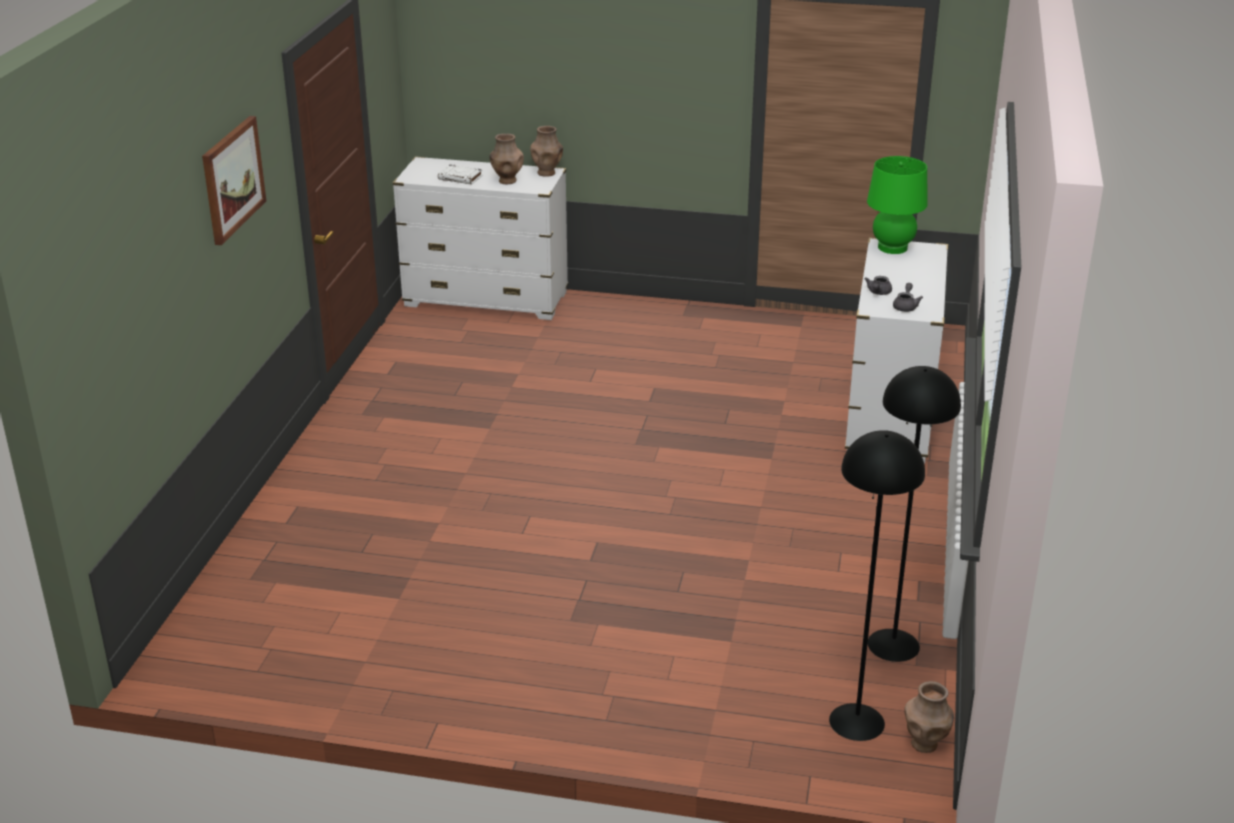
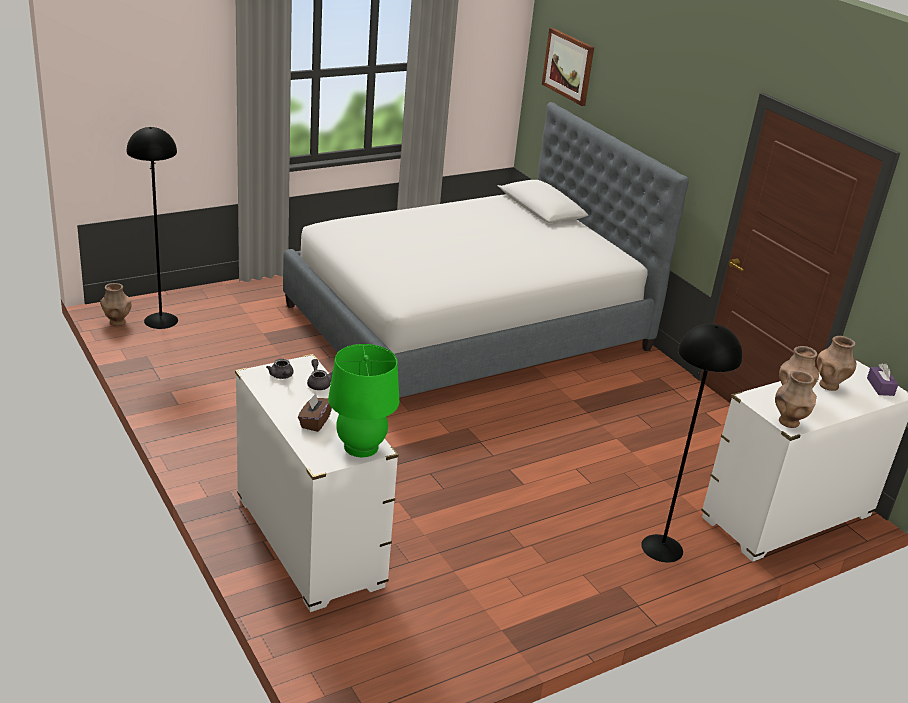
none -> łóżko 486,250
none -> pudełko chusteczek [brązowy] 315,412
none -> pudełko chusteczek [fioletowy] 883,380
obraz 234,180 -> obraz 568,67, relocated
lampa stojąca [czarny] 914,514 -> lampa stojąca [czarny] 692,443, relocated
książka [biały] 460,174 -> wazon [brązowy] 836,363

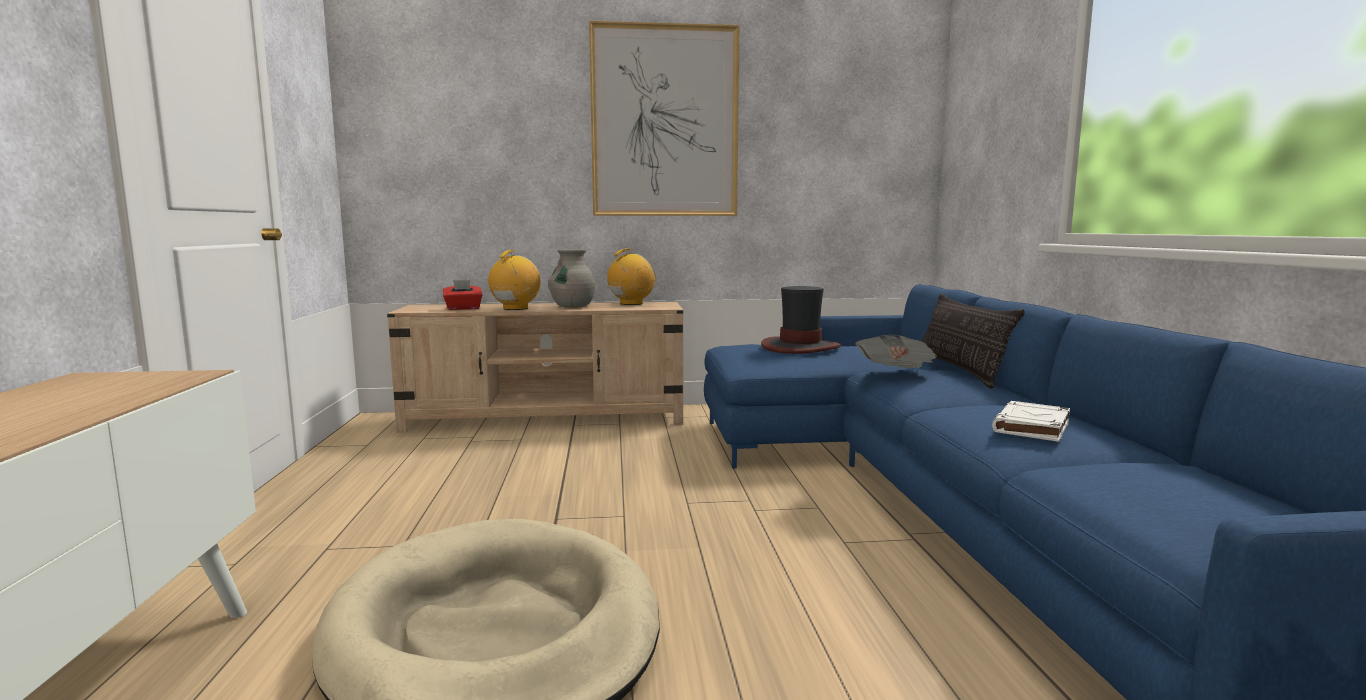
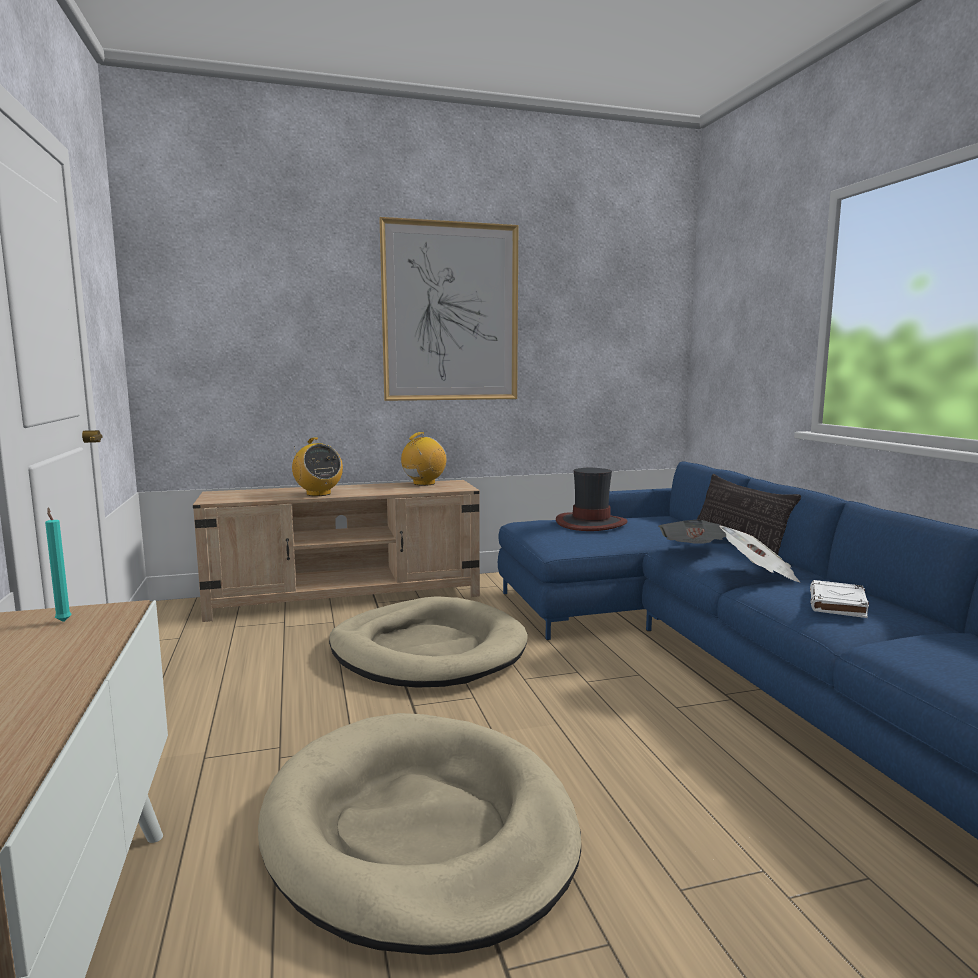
pudełko chusteczek [czerwony] 462,295 -> none
wazon [szary] 571,278 -> none
none -> świeca [turkusowy] 58,565
none -> legowisko [beżowy] 428,642
none -> gazeta 759,554
radio 514,280 -> radio 317,466, 135 degrees clockwise

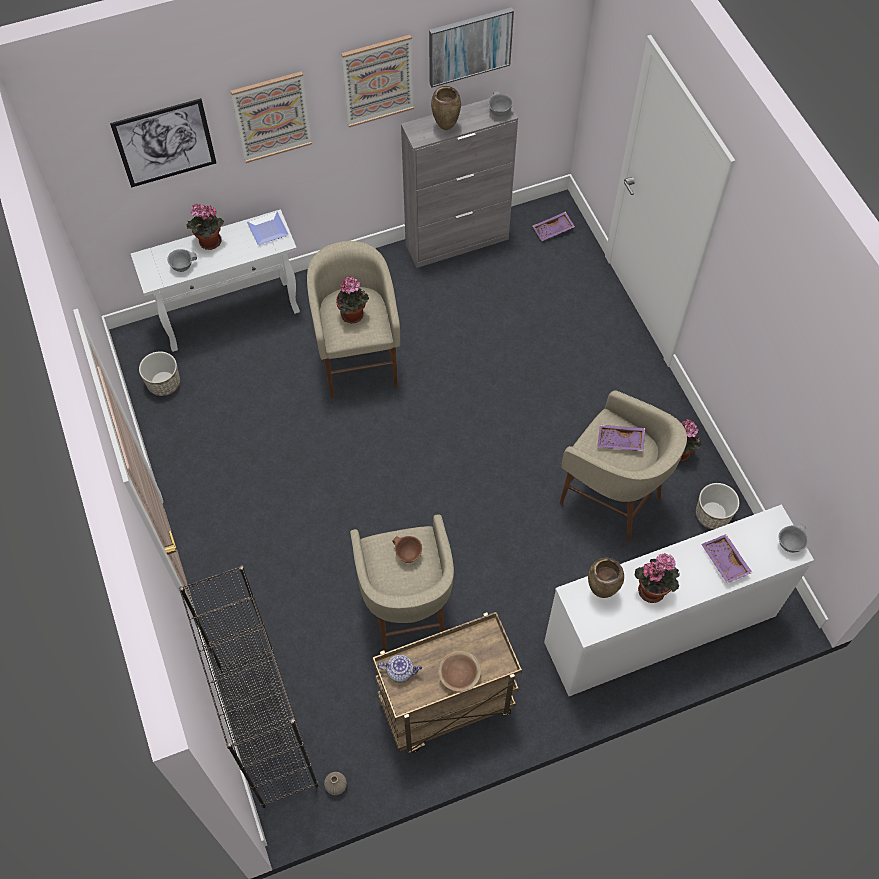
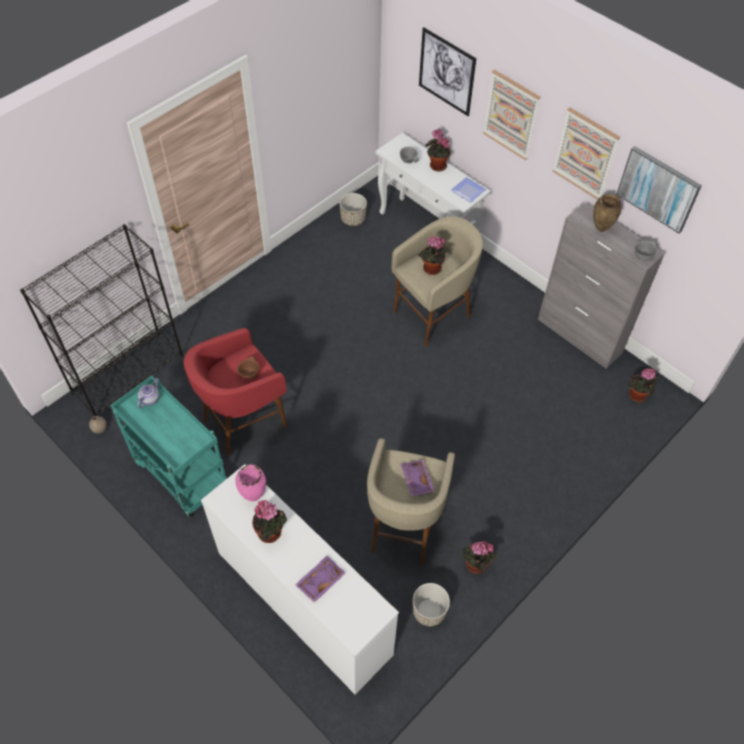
miska [brązowy] 459,671 -> none
miska [szary] 793,538 -> none
taca [fioletowy] 554,226 -> roślina doniczkowa 643,385
stołek [beżowy] 402,584 -> stołek [czerwony] 235,392
wózek [brązowy] 447,682 -> wózek [turkusowy] 168,446
wazon [brązowy] 606,578 -> wazon [różowy] 250,482
imbryk 399,669 -> imbryk 148,393, 135 degrees counterclockwise

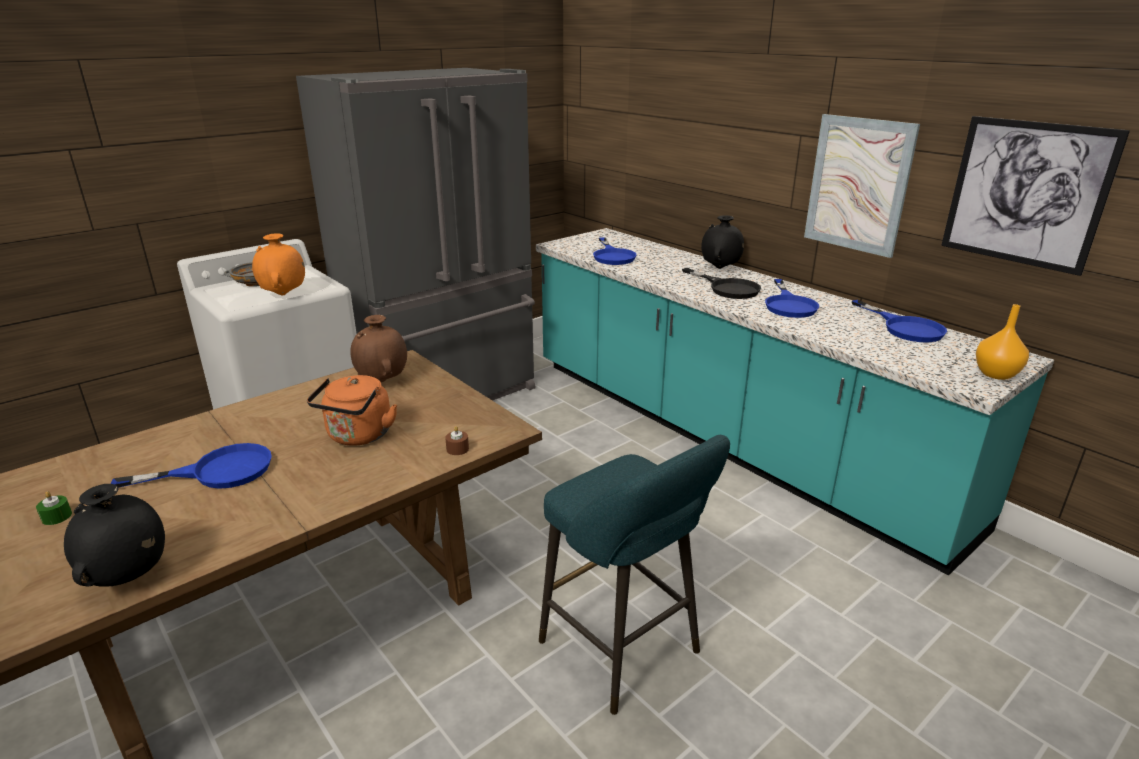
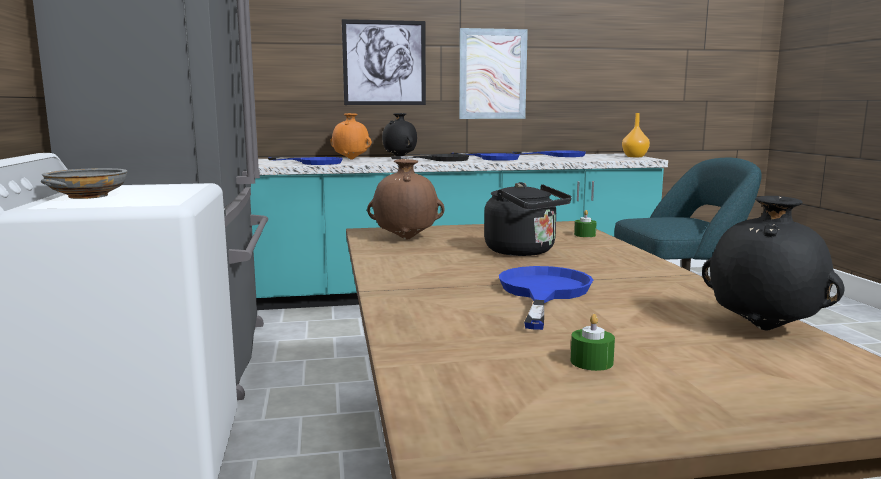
wazon [pomarańczowy] 278,264 -> wazon [pomarańczowy] 351,136, relocated
obraz 1035,196 -> obraz 384,62, relocated
czajnik [pomarańczowy] 352,410 -> czajnik [czarny] 528,219
świeca [brązowy] 457,440 -> świeca [zielony] 585,223

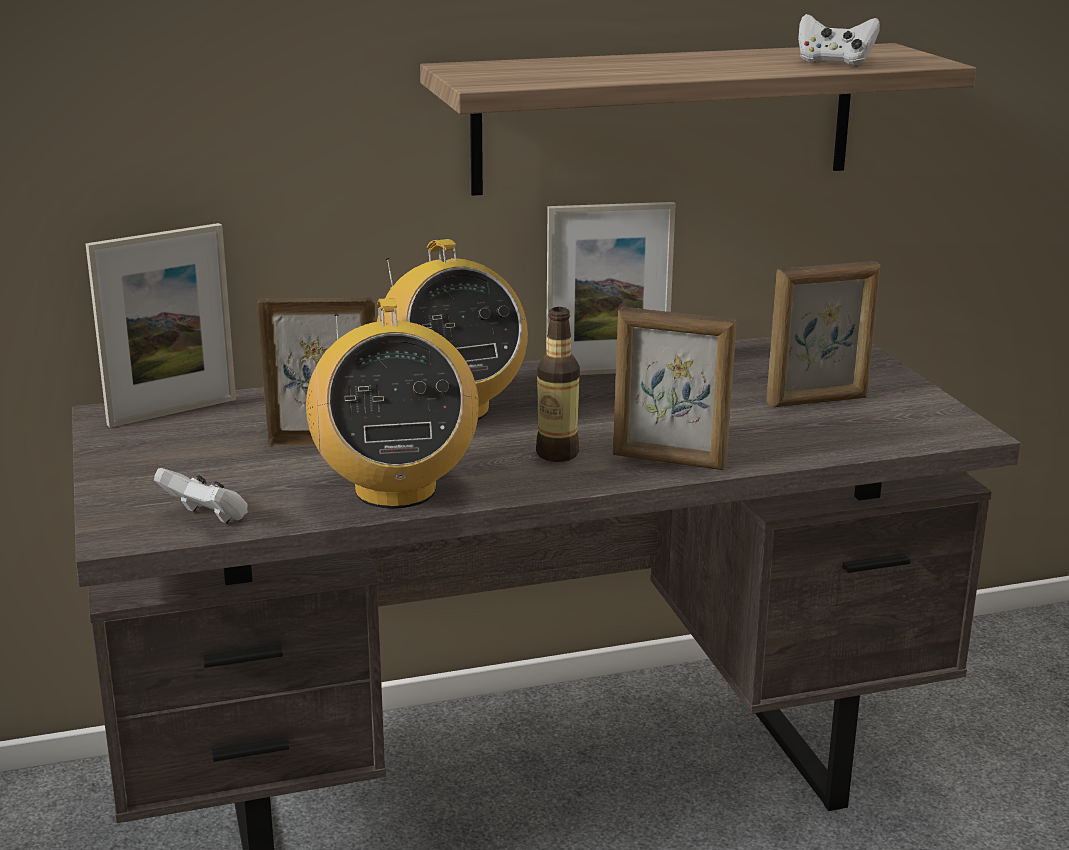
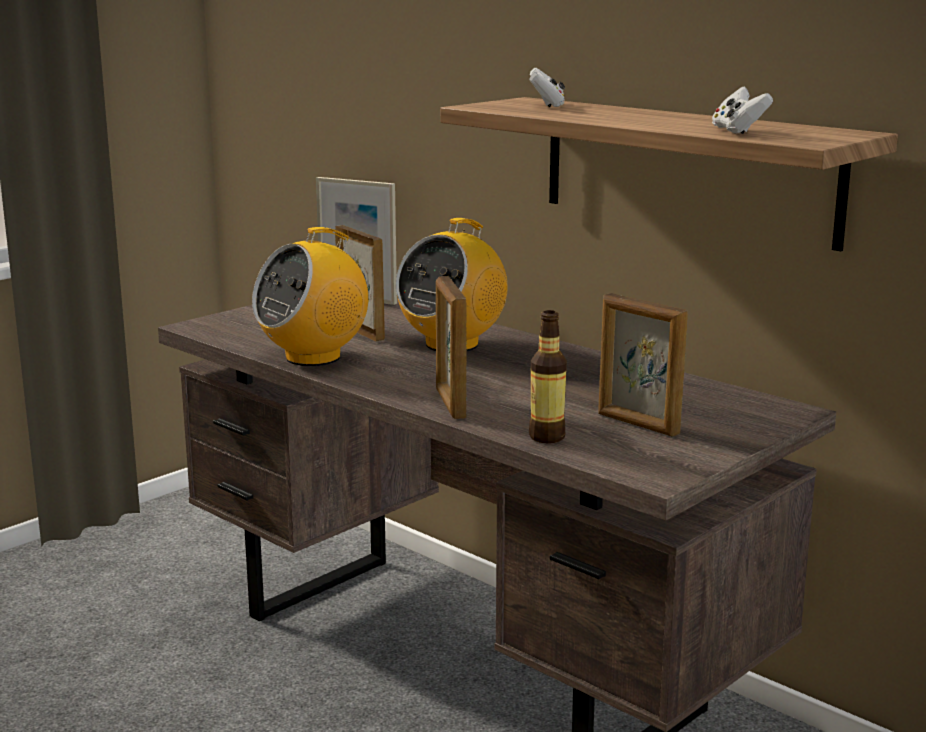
ramka na zdjęcie 610,288 -> none
pad do gier [biały] 201,495 -> pad do gier [biały] 547,88, relocated
butelka 558,384 -> butelka 548,376, relocated

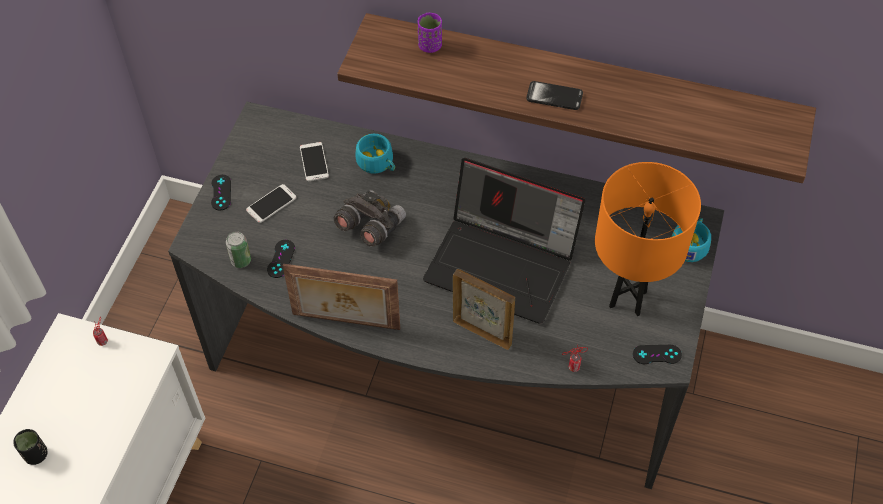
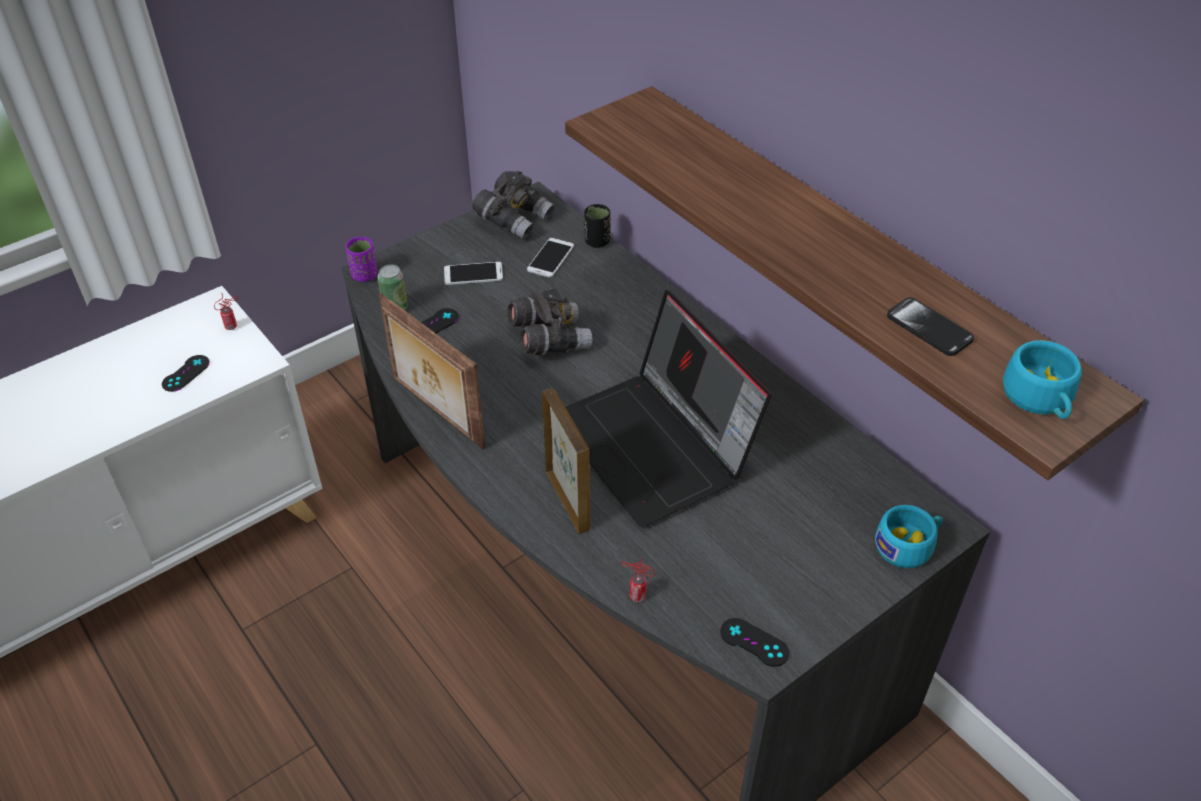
lampa stołowa [pomarańczowy] 648,239 -> none
none -> lornetka [szary] 513,205
filiżanka [czarny] 30,447 -> filiżanka [czarny] 597,226, relocated
pad do gier [czarny] 221,192 -> pad do gier [czarny] 186,373, relocated
filiżanka [turkusowy] 375,154 -> filiżanka [turkusowy] 1042,379, relocated
filiżanka [fioletowy] 430,33 -> filiżanka [fioletowy] 361,259, relocated
telefon 554,95 -> telefon 930,327, relocated

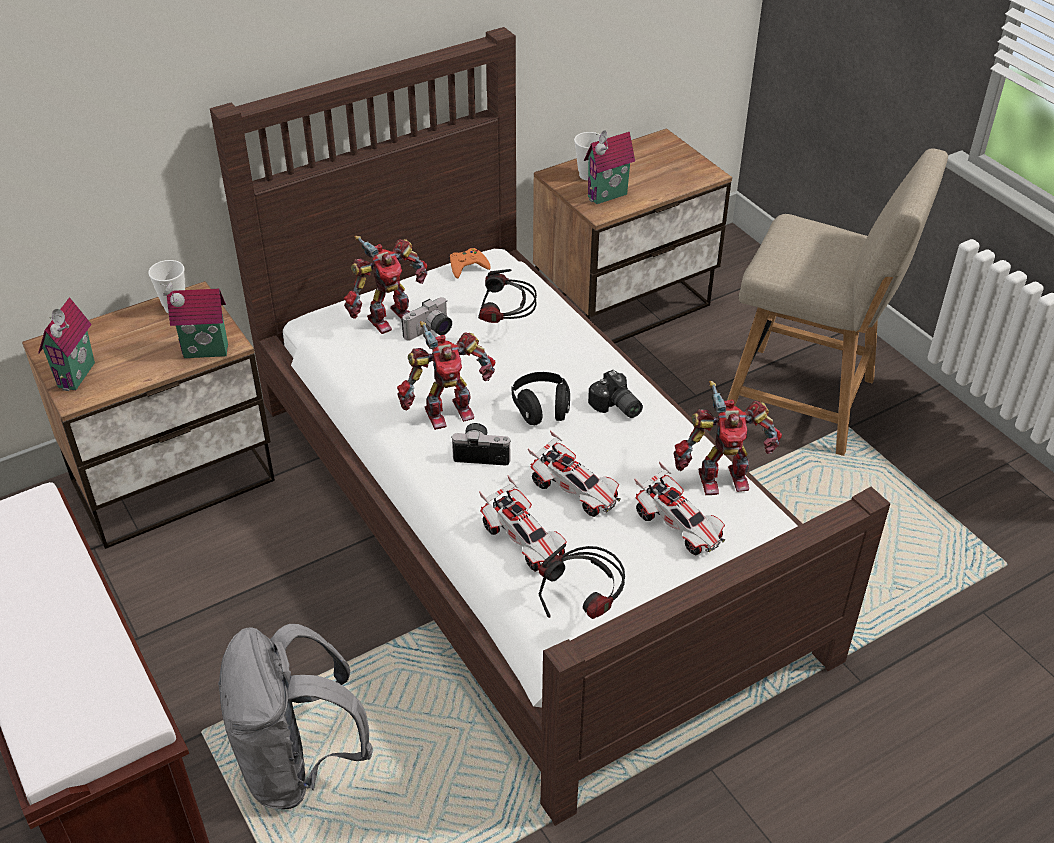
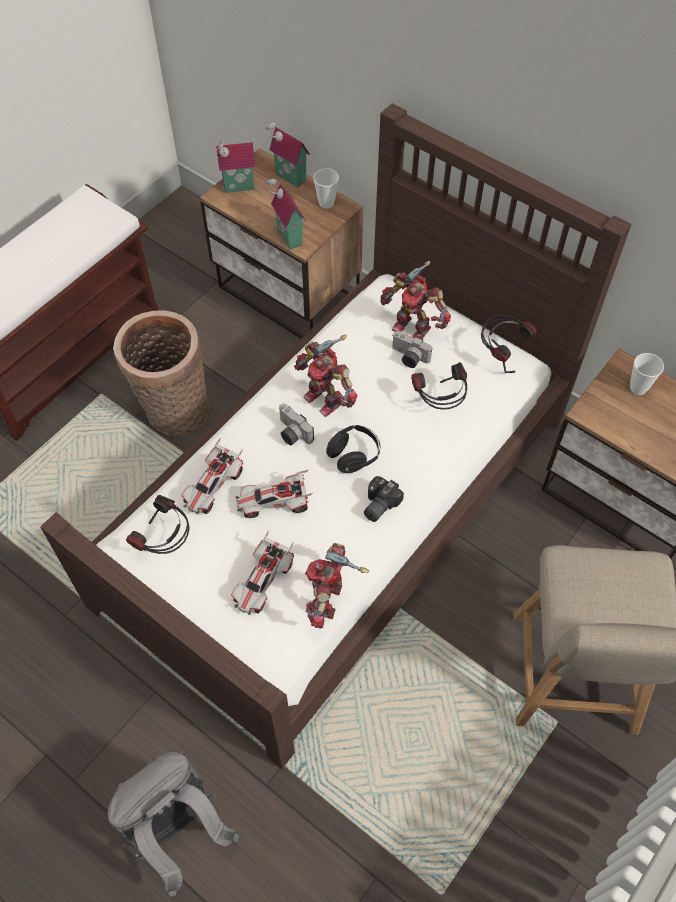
none -> koszyk 161,373
plecak [szary] 295,716 -> plecak [szary] 173,824, relocated
domek 609,167 -> domek 288,154, relocated
pad do gier [pomarańczowy] 470,263 -> słuchawki 509,344
aparat fotograficzny 481,444 -> aparat fotograficzny 296,425, 150 degrees clockwise
samochodzik 574,473 -> samochodzik 274,494, 60 degrees clockwise
robot zabawkowy 728,438 -> robot zabawkowy 337,585, 45 degrees clockwise

